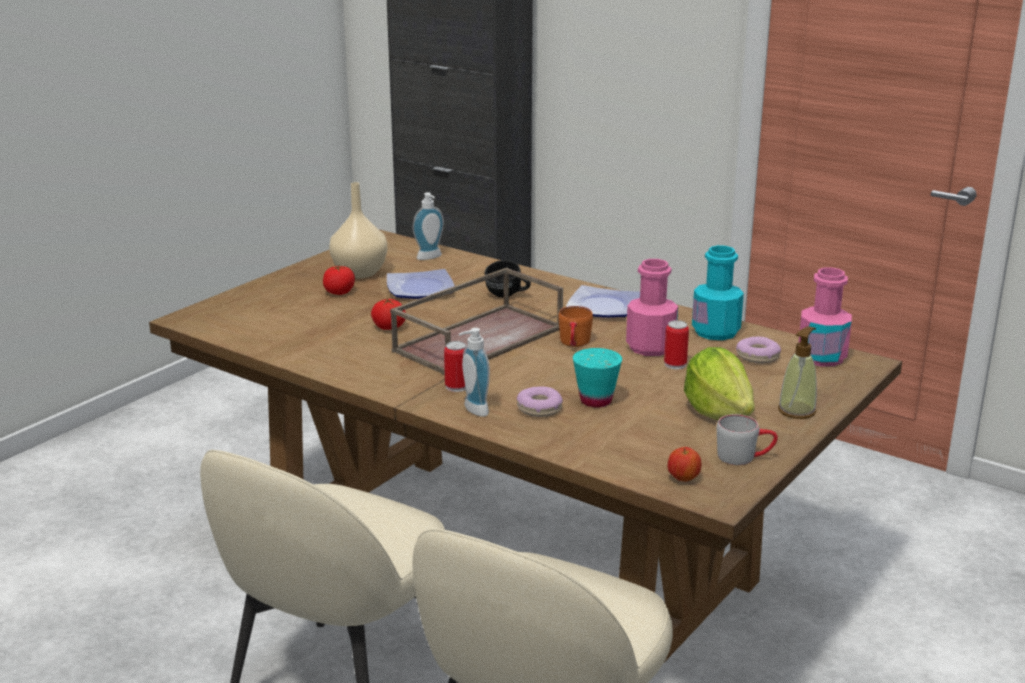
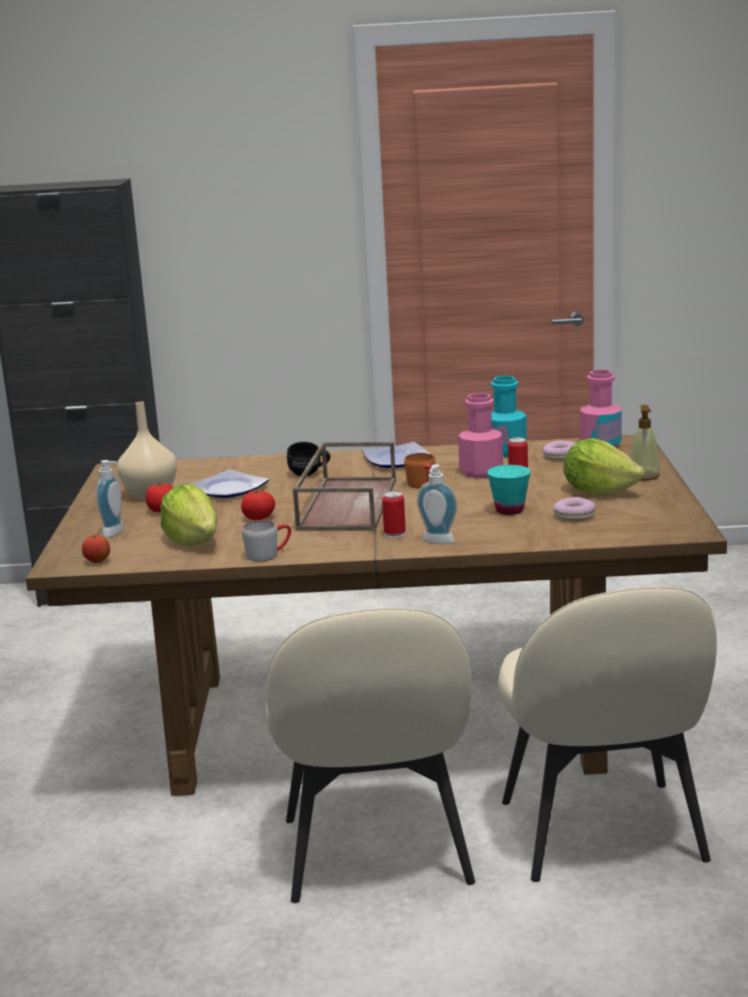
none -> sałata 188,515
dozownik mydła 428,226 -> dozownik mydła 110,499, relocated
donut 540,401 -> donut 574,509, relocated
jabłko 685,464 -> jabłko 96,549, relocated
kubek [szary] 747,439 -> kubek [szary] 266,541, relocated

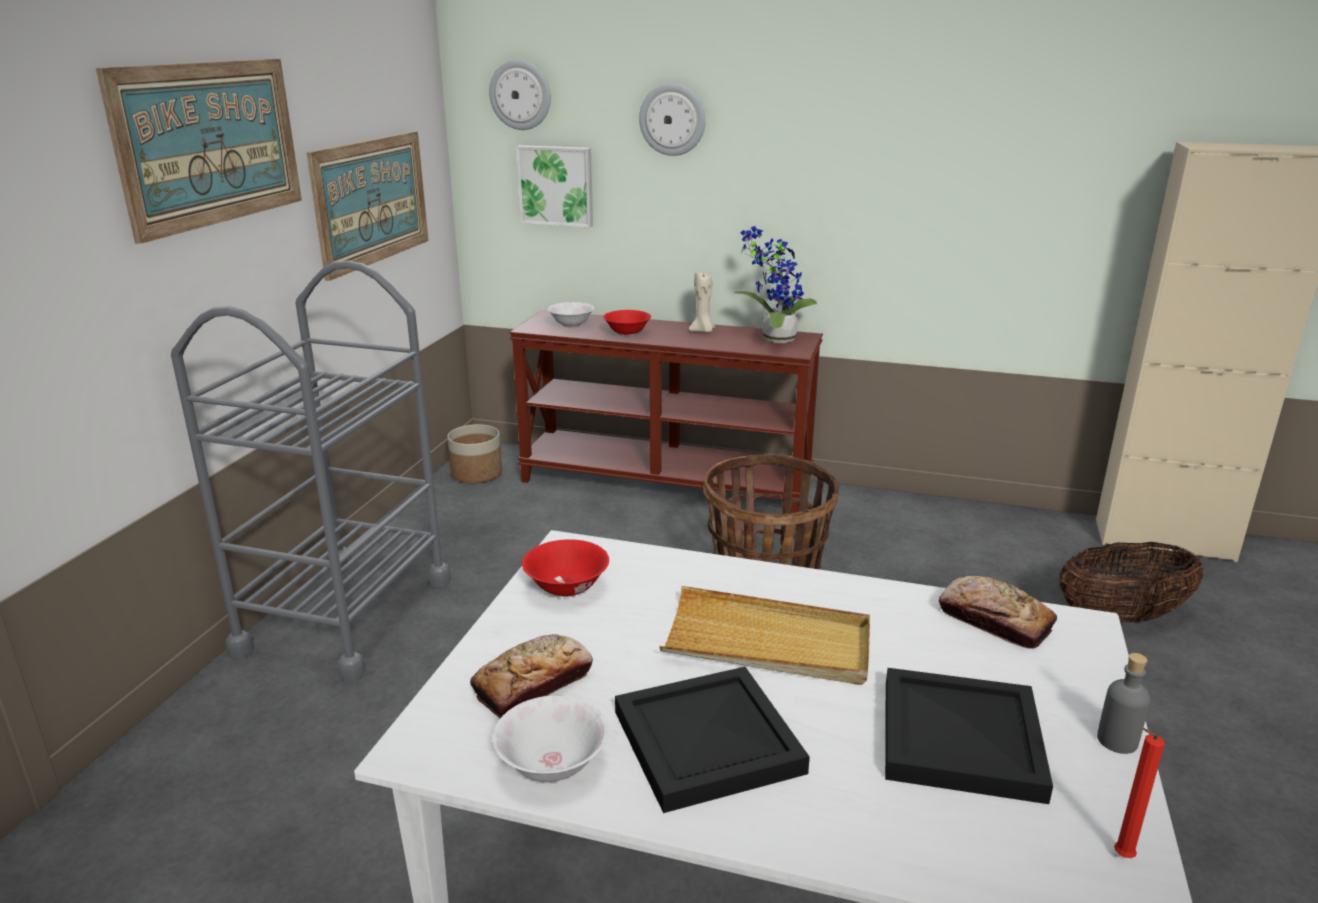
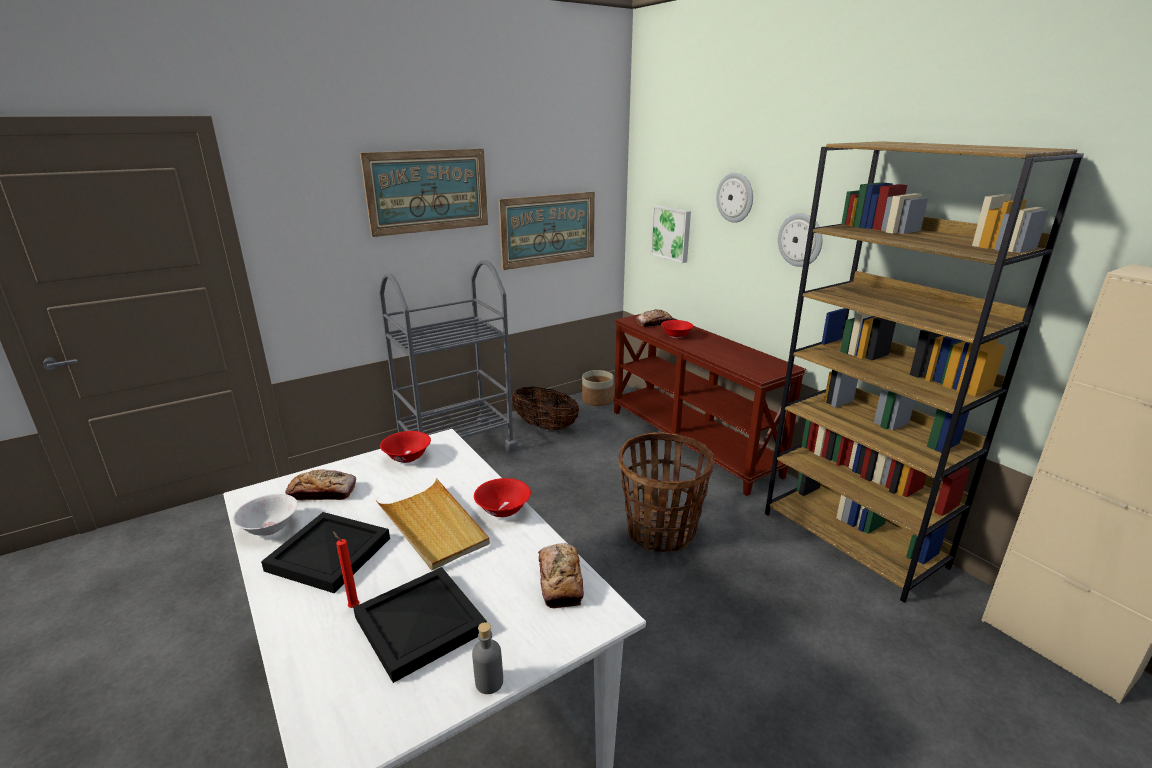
świeca [beżowy] 702,302 -> none
roślina doniczkowa 775,284 -> none
none -> miska [czerwony] 502,497
none -> regał [brązowy] 924,372
zegar ścienny 520,94 -> zegar ścienny 800,240, relocated
koszyk 1131,582 -> koszyk 545,408, relocated
świeca [czerwony] 1139,793 -> świeca [czerwony] 346,569, relocated
miska [biały] 570,315 -> chleb 654,318

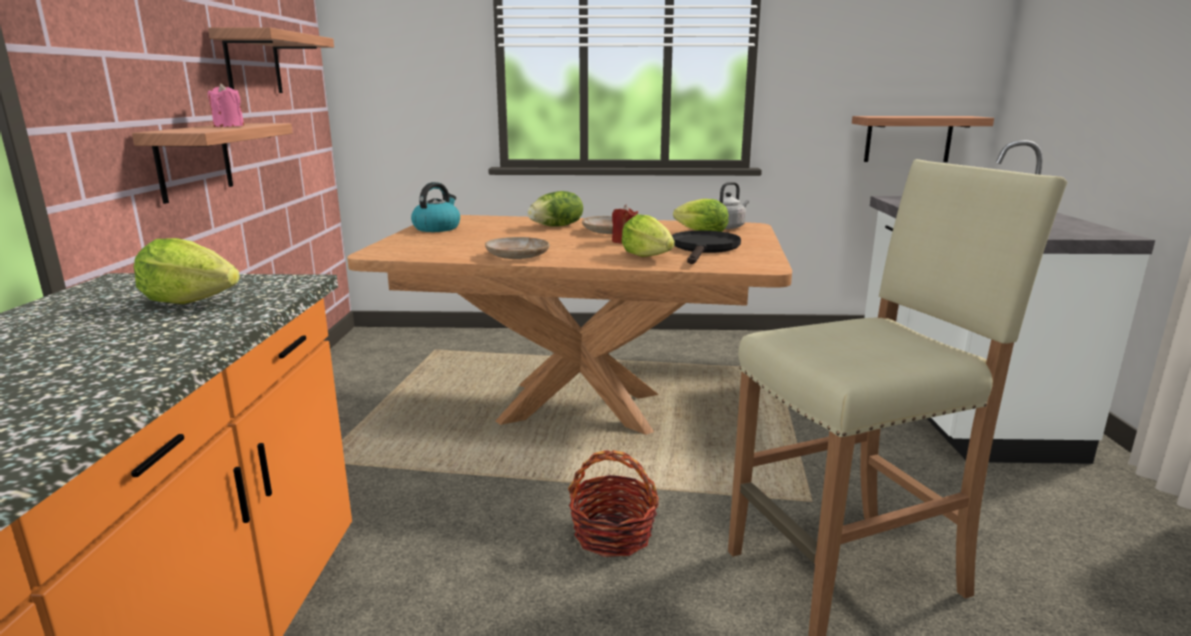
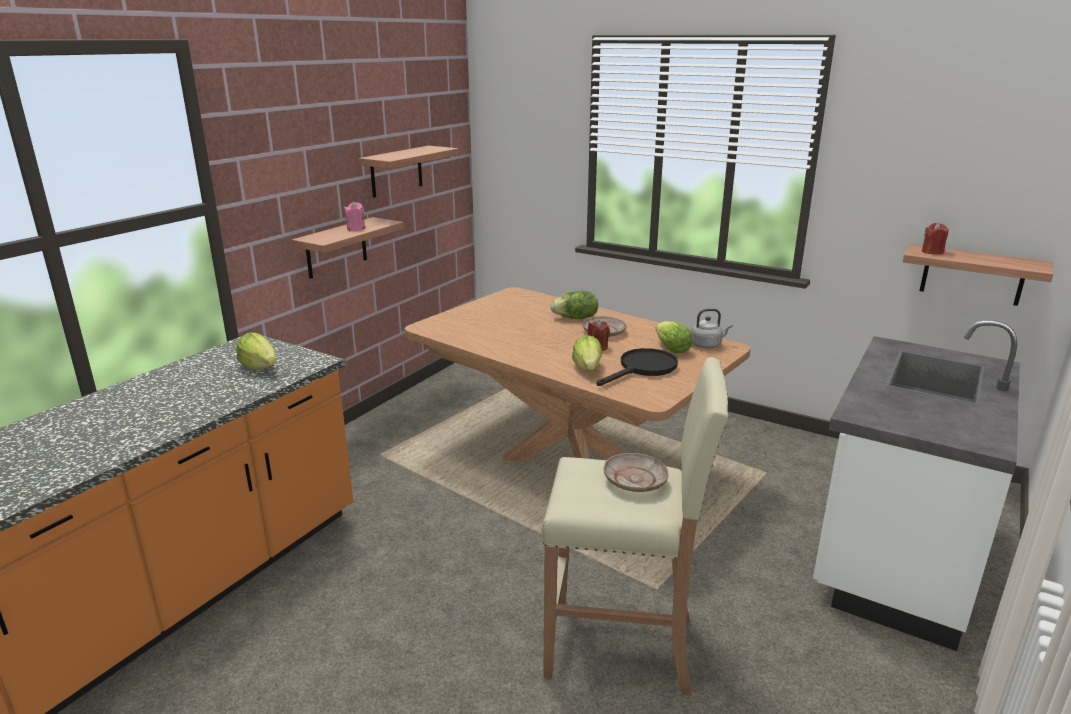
czajnik 435,207 -> none
koszyk 613,503 -> none
none -> świeca [czerwony] 935,238
talerz [beżowy] 517,248 -> talerz [beżowy] 636,472, relocated

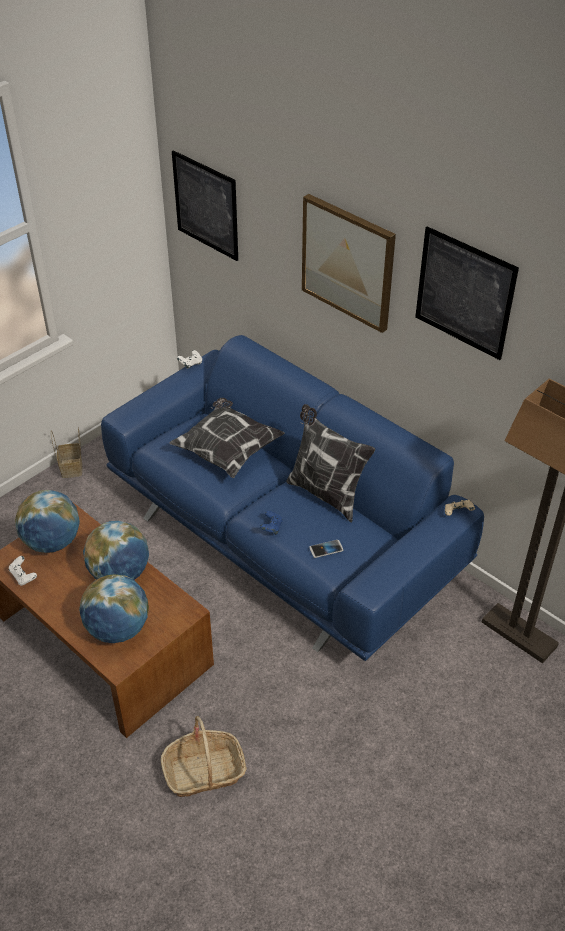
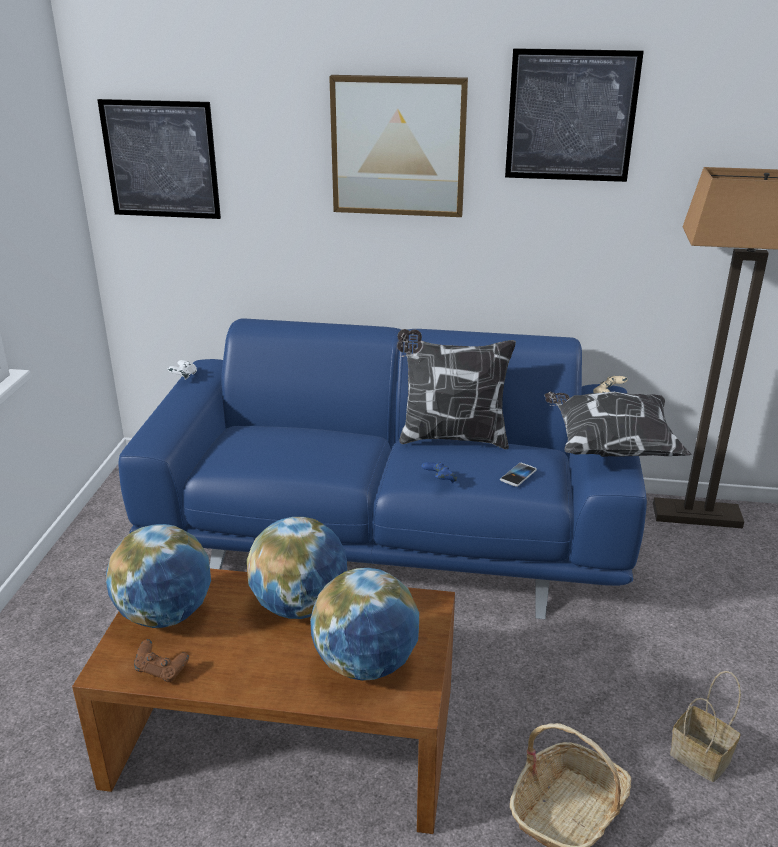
koszyk 66,453 -> koszyk 705,726, relocated
poduszka 227,438 -> poduszka 618,424, relocated
pad do gier [biały] 23,571 -> pad do gier [brązowy] 161,660

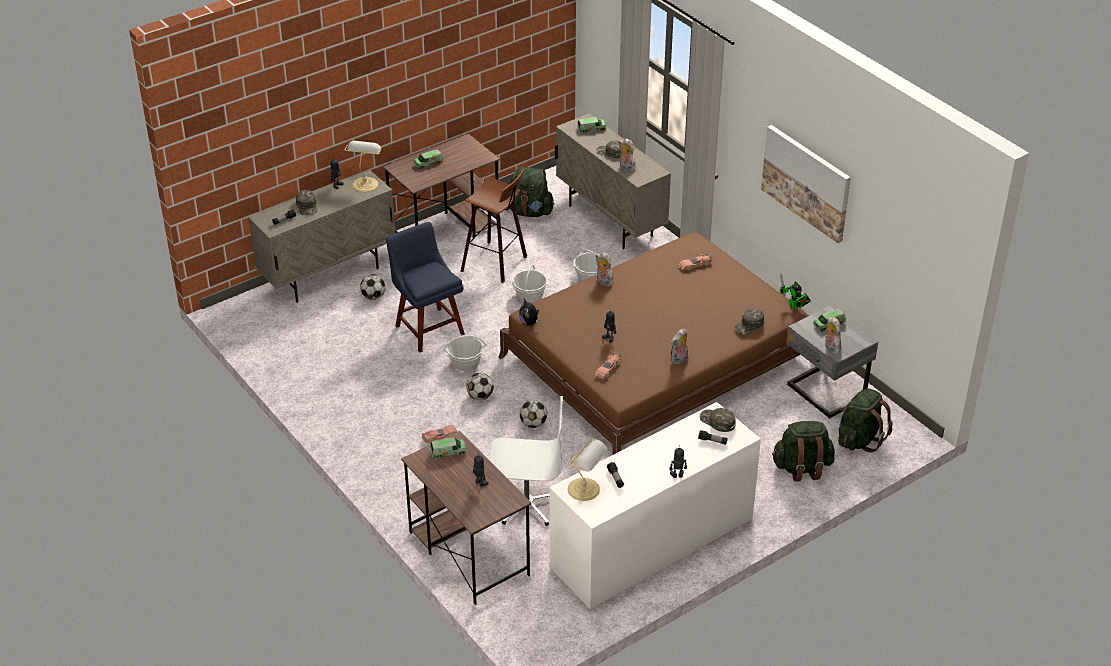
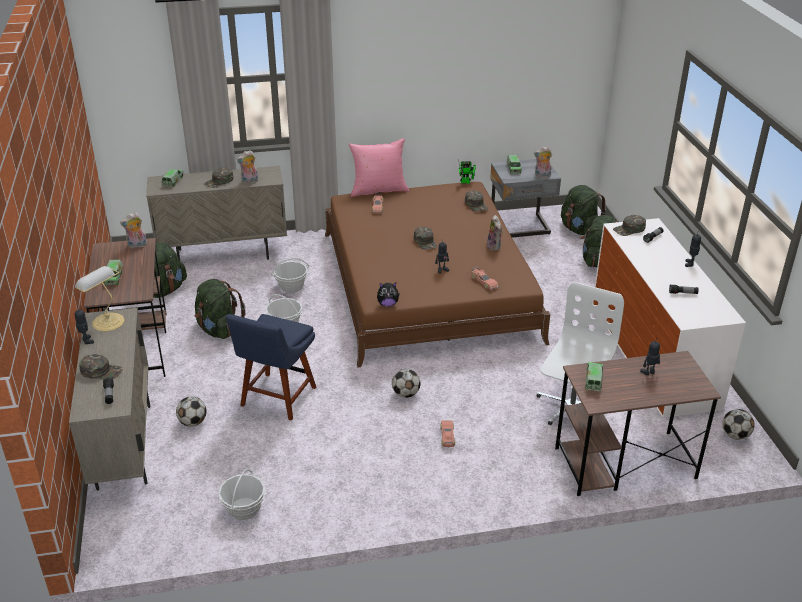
lampa stołowa 588,469 -> none
obraz 806,184 -> none
none -> poduszka [różowy] 378,168
none -> czapka z daszkiem [zielony] 426,238
koszyk 464,353 -> koszyk 242,494, relocated
piłka futbolowa 533,414 -> piłka futbolowa 738,424, relocated
pluszak 604,269 -> pluszak 133,230, relocated
stołek 494,226 -> plecak [zielony] 220,309
krzesło [niebieski] 425,287 -> krzesło [niebieski] 271,367, 60 degrees counterclockwise

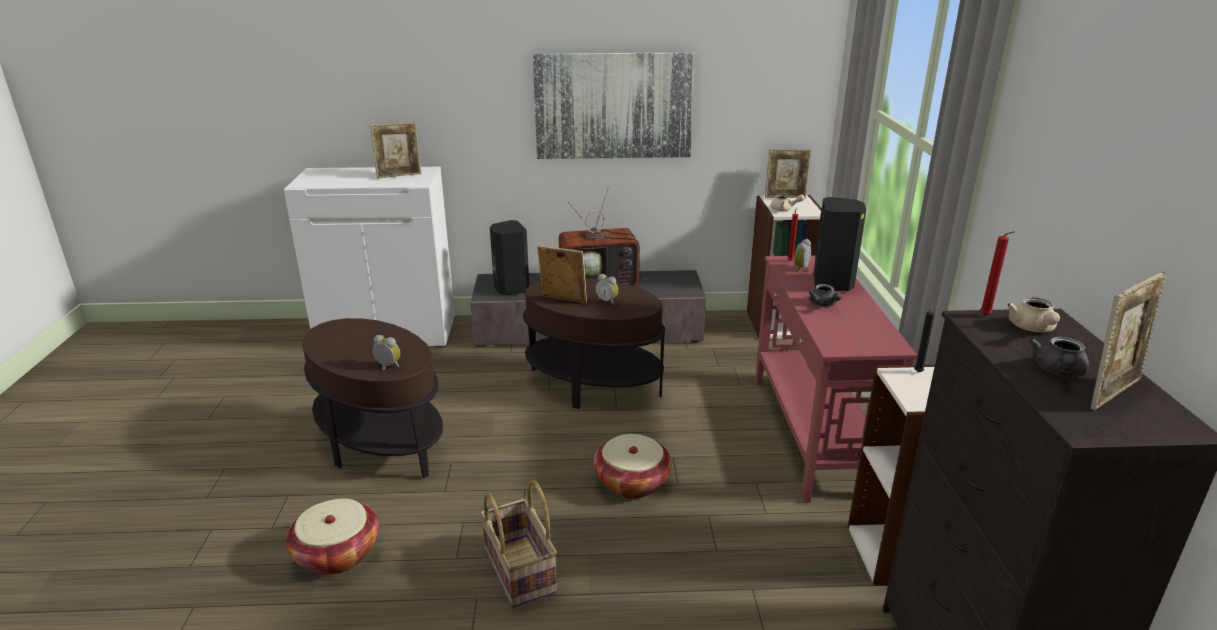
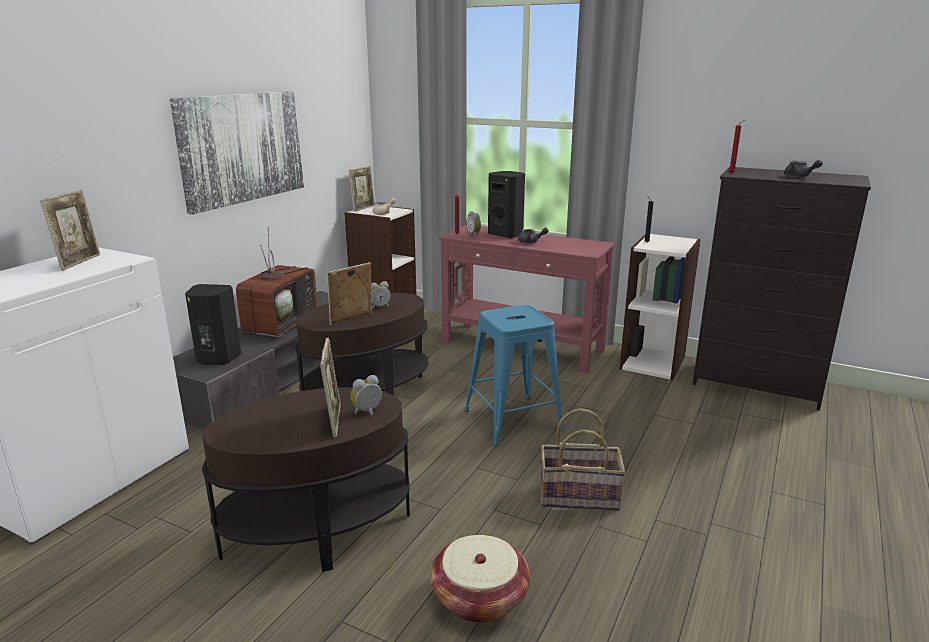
imbryk [beżowy] 1033,314 -> none
ramka na zdjęcie 1128,341 -> ramka na zdjęcie 330,387, relocated
koszyk 632,466 -> stołek [niebieski] 514,375

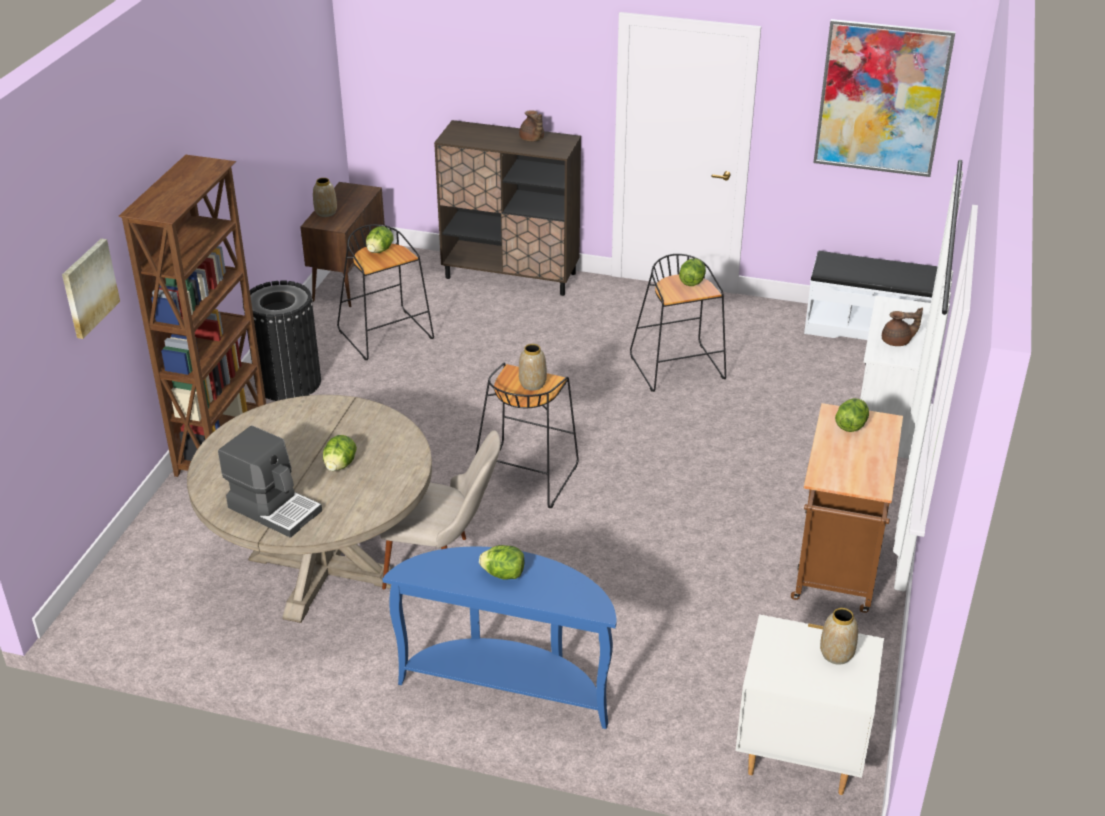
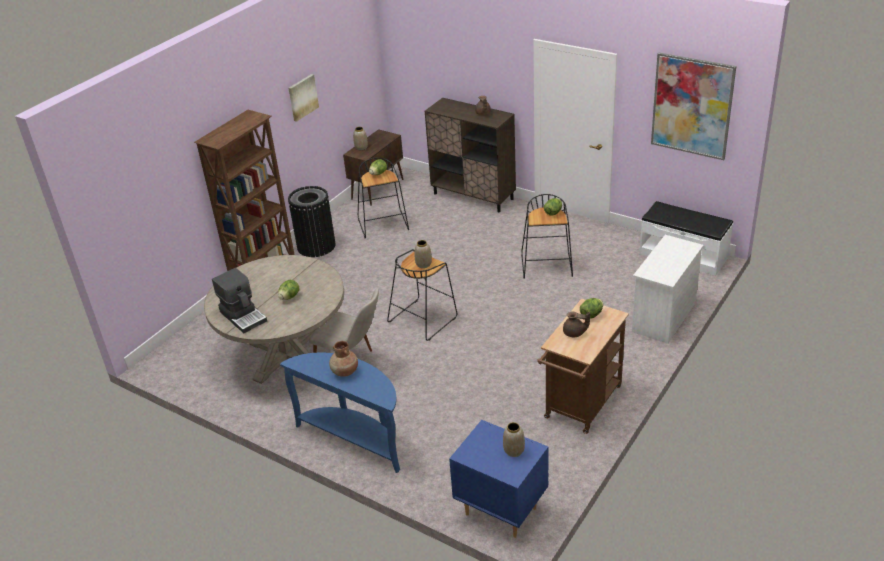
obraz 91,288 -> obraz 304,98, relocated
imbryk [brązowy] 902,327 -> imbryk [brązowy] 576,324, relocated
sałata 501,562 -> wazon [brązowy] 343,359
szafka nocna [biały] 809,704 -> szafka nocna [niebieski] 499,479

